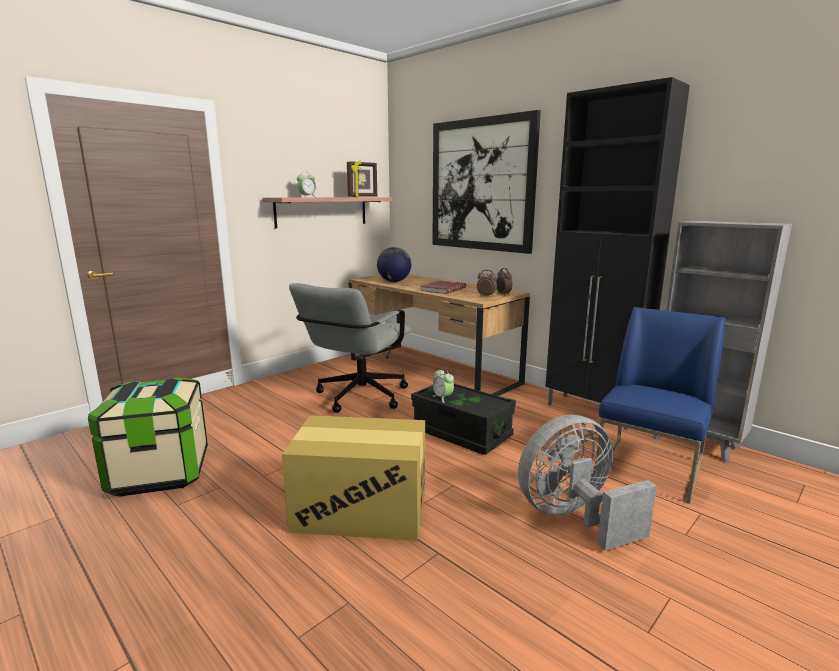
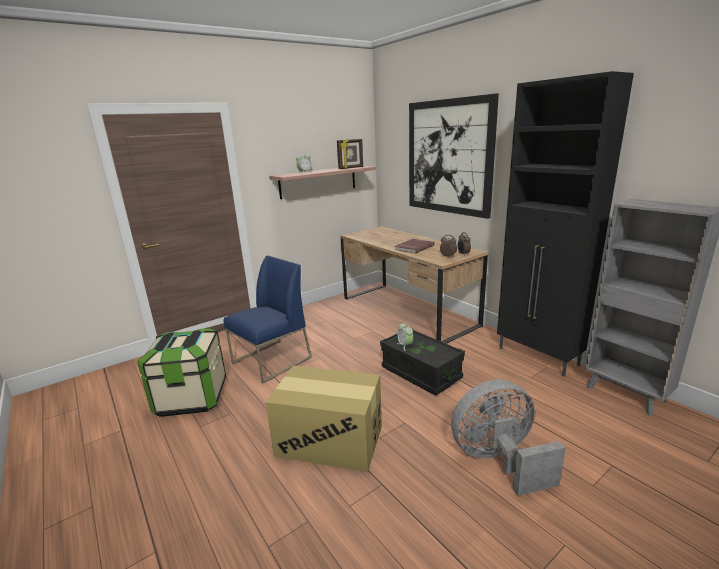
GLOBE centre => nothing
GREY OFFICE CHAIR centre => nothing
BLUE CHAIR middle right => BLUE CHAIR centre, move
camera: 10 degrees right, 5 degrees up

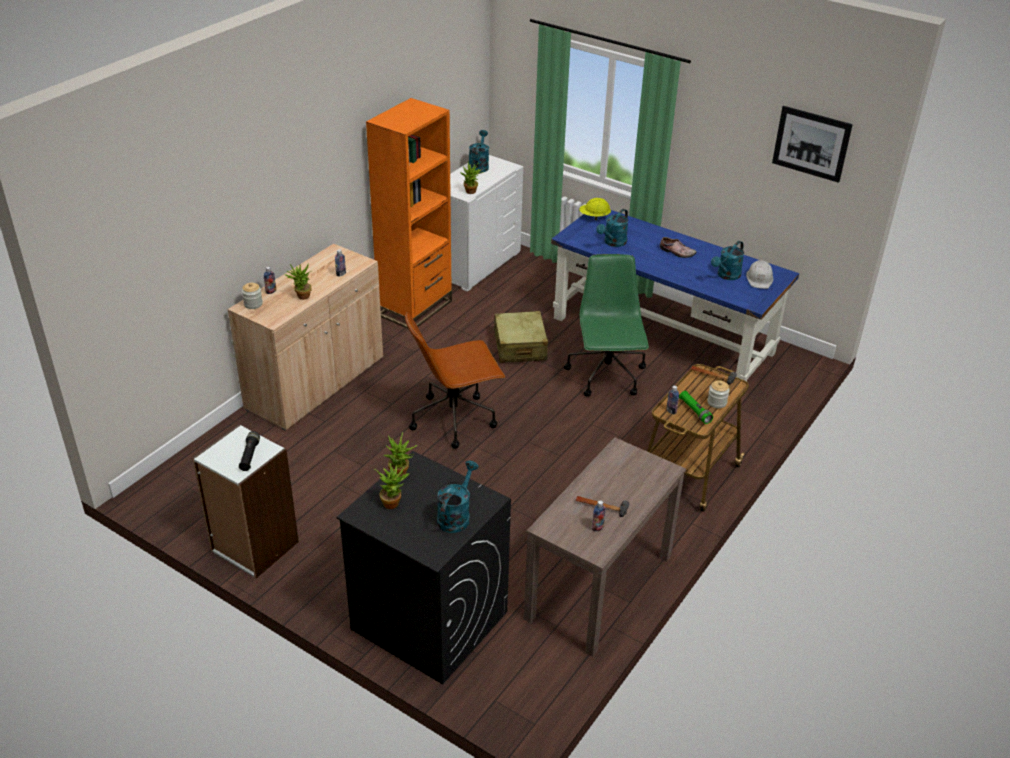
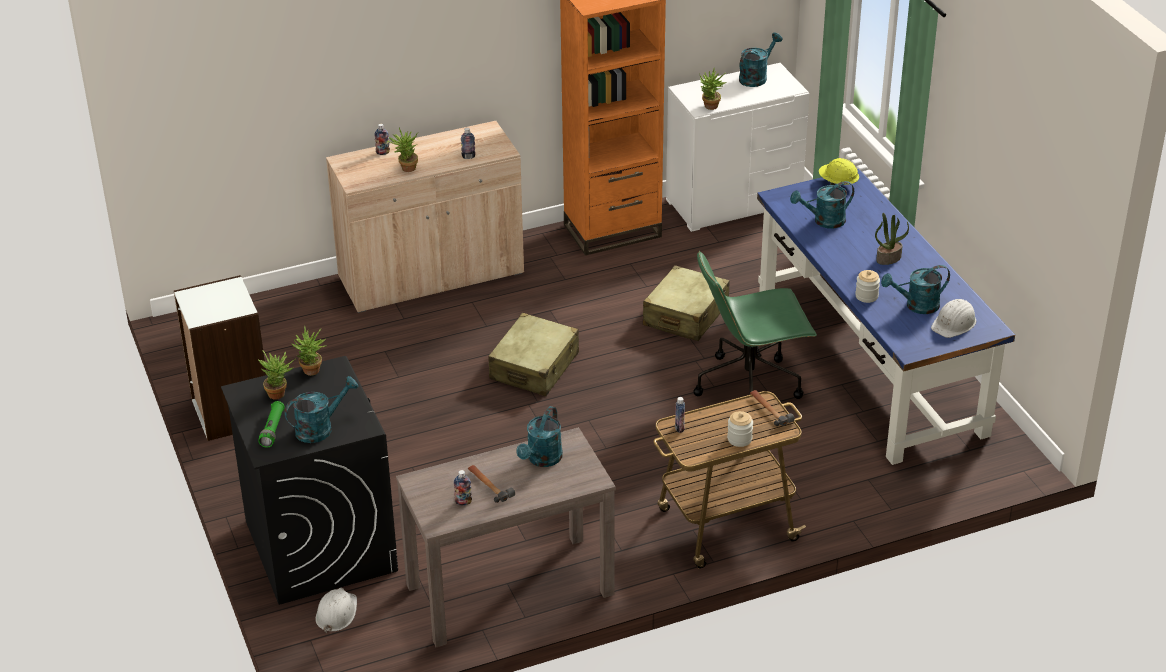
PICTURE top right => nothing
SHOE top right => POTTED PLANT (5th from left) middle right
GREEN OFFICE CHAIR centre, 135 degrees counterclockwise
JAR (1st from left in the first image) middle left => JAR (2nd from left) middle right, move
BROWN OFFICE CHAIR centre => BEIGE SUITCASE (1st from left) centre
GREEN FLASHLIGHT middle right => GREEN FLASHLIGHT middle left, move
BLACK FLASHLIGHT middle left => nothing
nothing => TURQUOISE WATERING CAN (2nd from left) centre
nothing => WHITE HARD HAT (1st from left) bottom left
camera: 35 degrees right, 0 degrees up

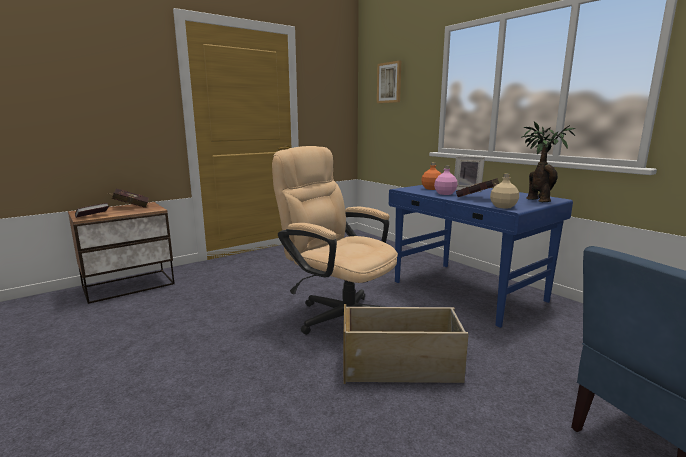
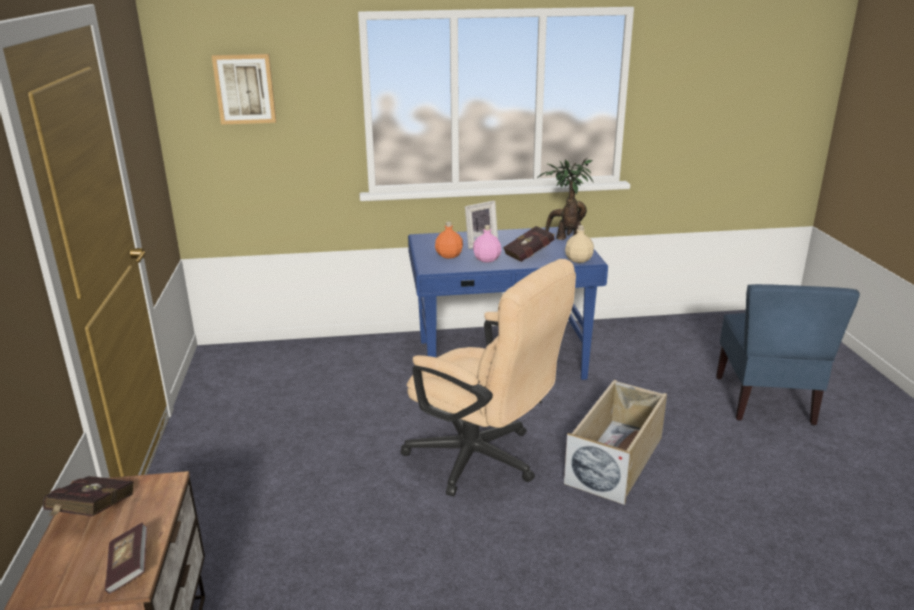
BEIGE OFFICE CHAIR centre, 120 degrees counterclockwise
camera: 60 degrees left, 10 degrees up

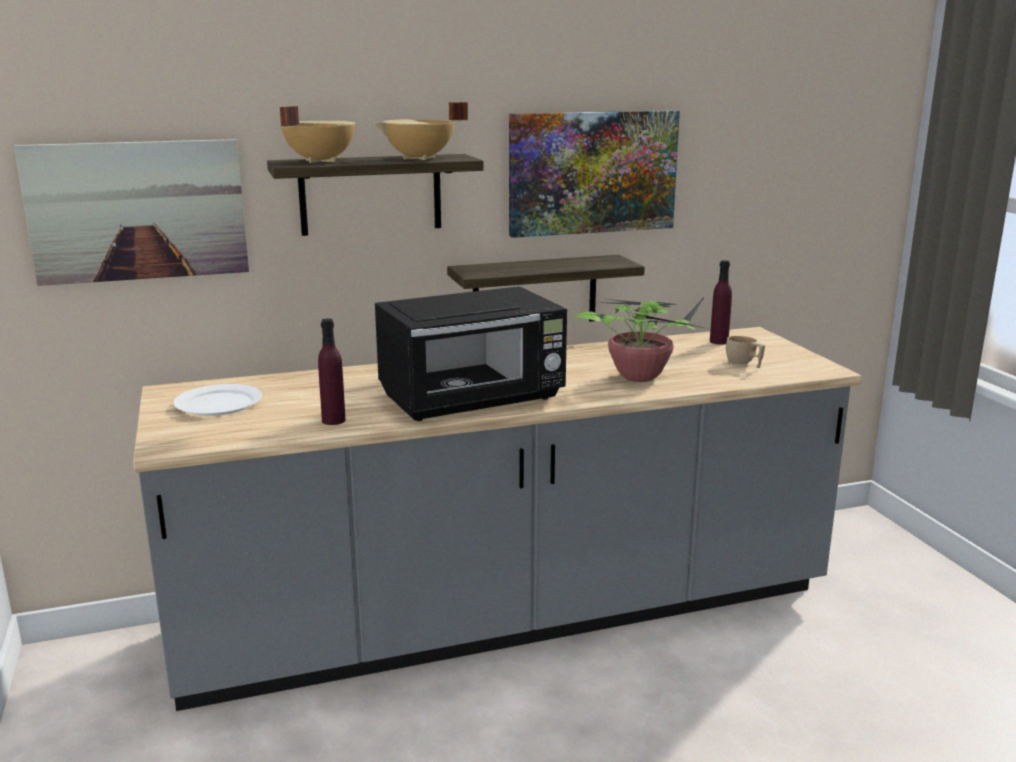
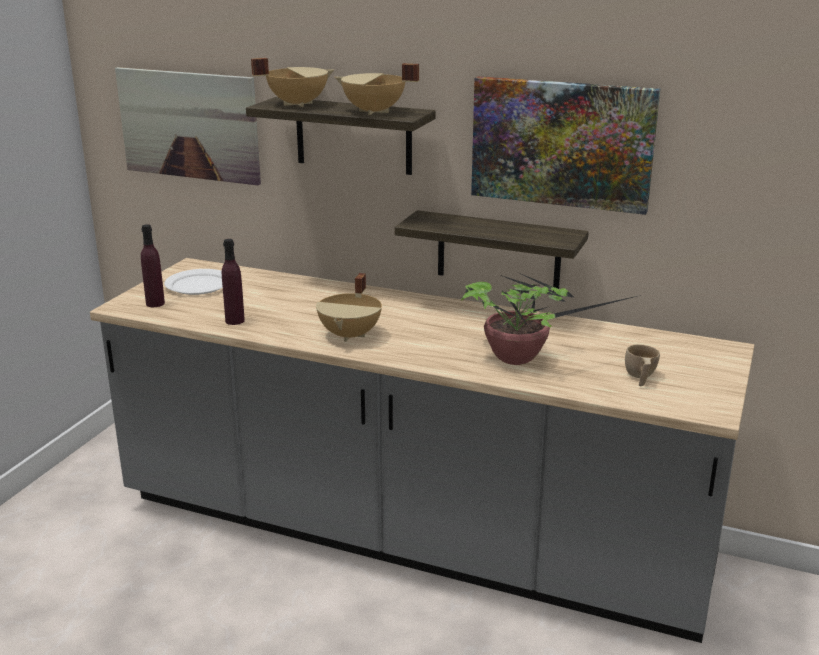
PURPLE BOTTLE (2nd from left in the first image) middle right => PURPLE BOTTLE (1st from left) middle left, move
BLACK MICROWAVE centre => BEIGE COOKING POT (2nd from left) centre
camera: 40 degrees right, 5 degrees up

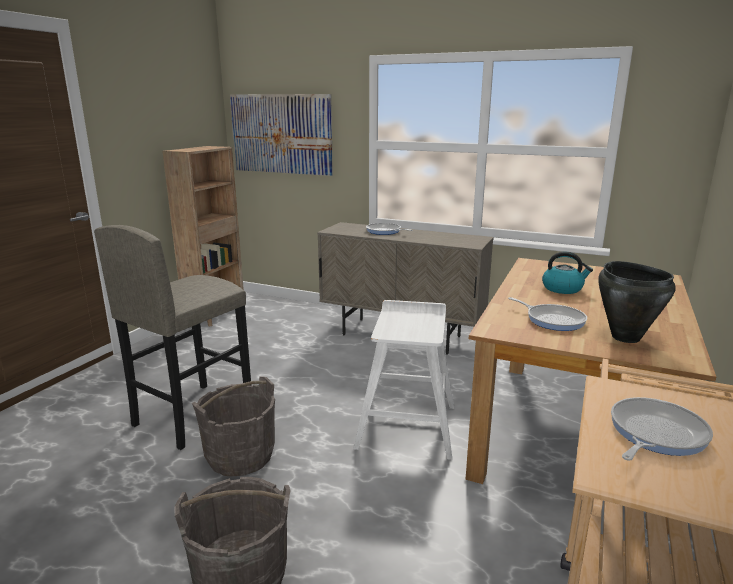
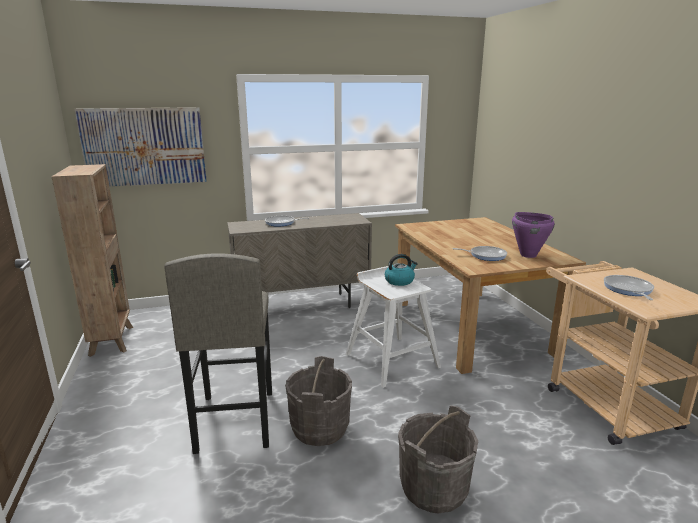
KETTLE middle right => KETTLE centre, move
BLACK COOKING POT middle right => PURPLE COOKING POT middle right
camera: 40 degrees left, 0 degrees up

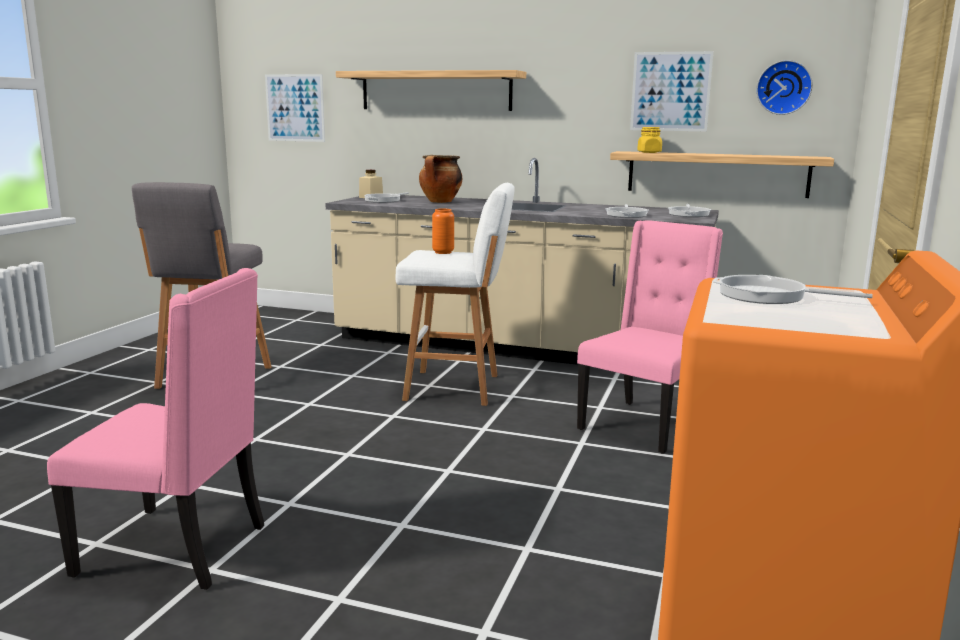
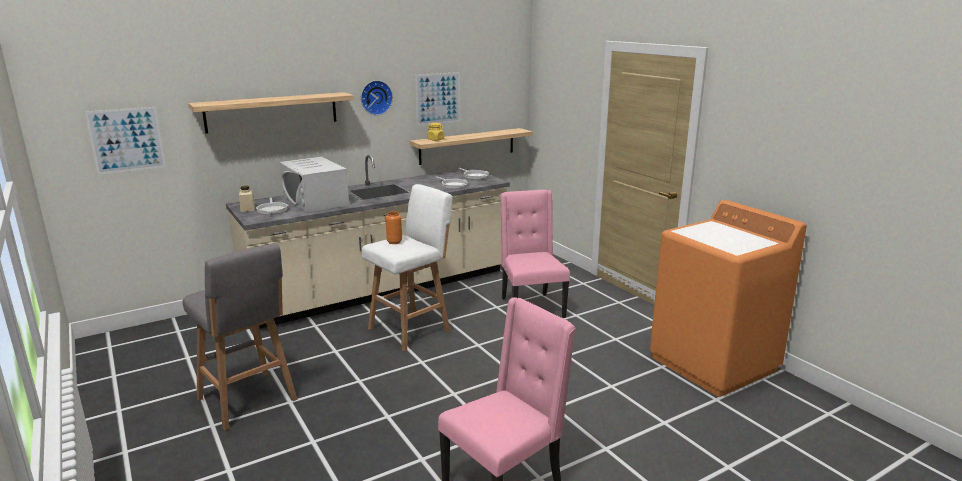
WALL CLOCK top right => WALL CLOCK top centre, move
COOKING POT top centre => WHITE MICROWAVE middle left
FRYING PAN (4th from left) middle right => nothing
camera: 50 degrees left, 5 degrees up

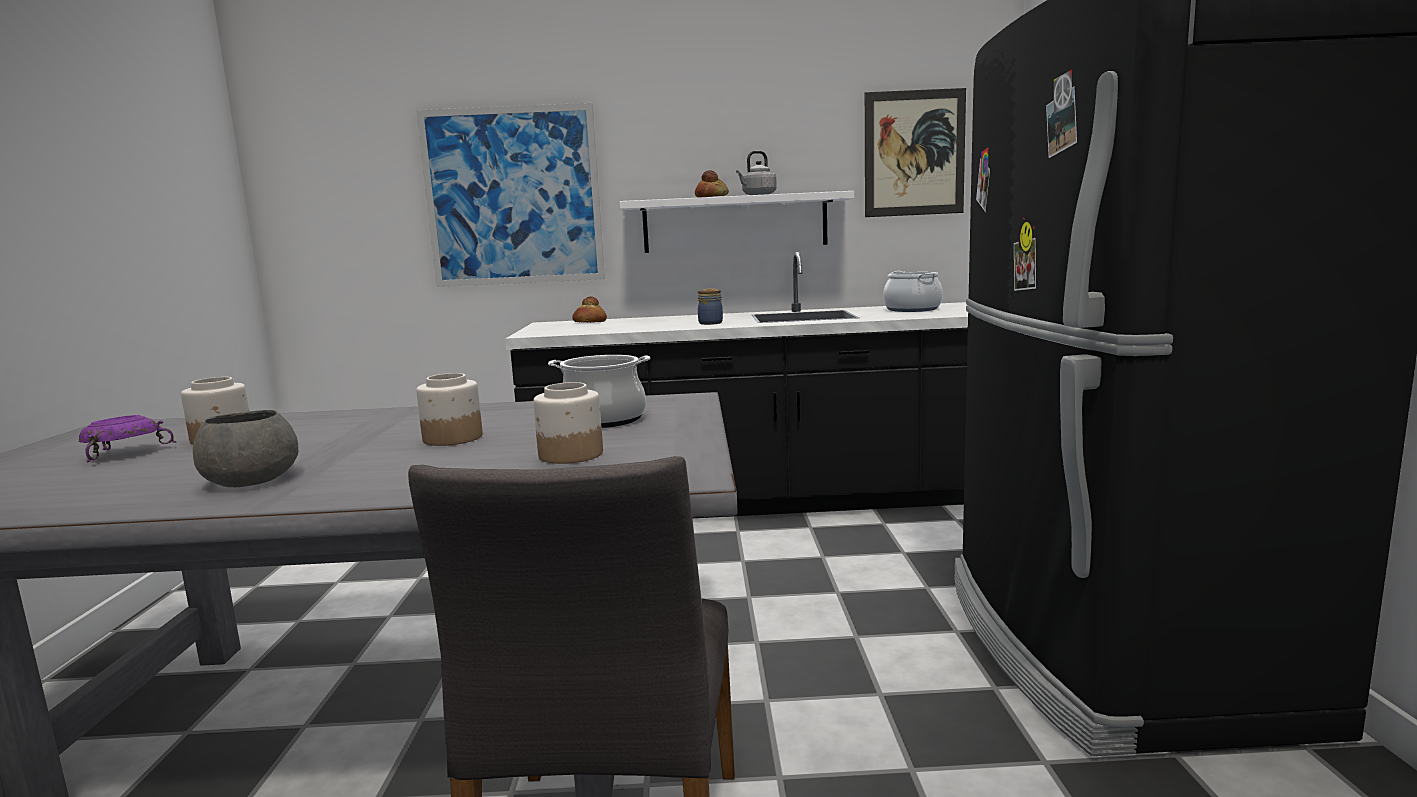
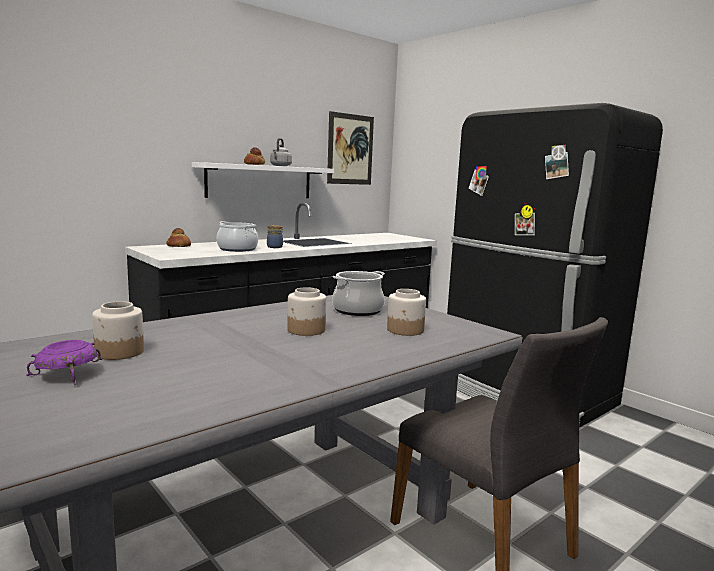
PICTURE (1st from left) top centre => nothing
COOKING POT (2nd from left in the first image) centre => COOKING POT (1st from left) middle left, move
GREY BOWL middle left => nothing
camera: 40 degrees left, 0 degrees up

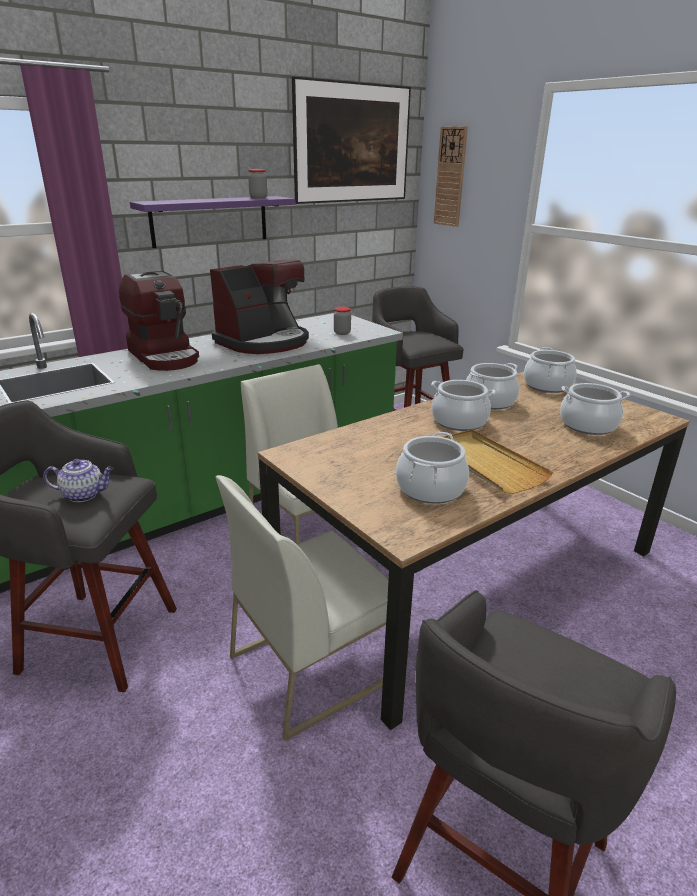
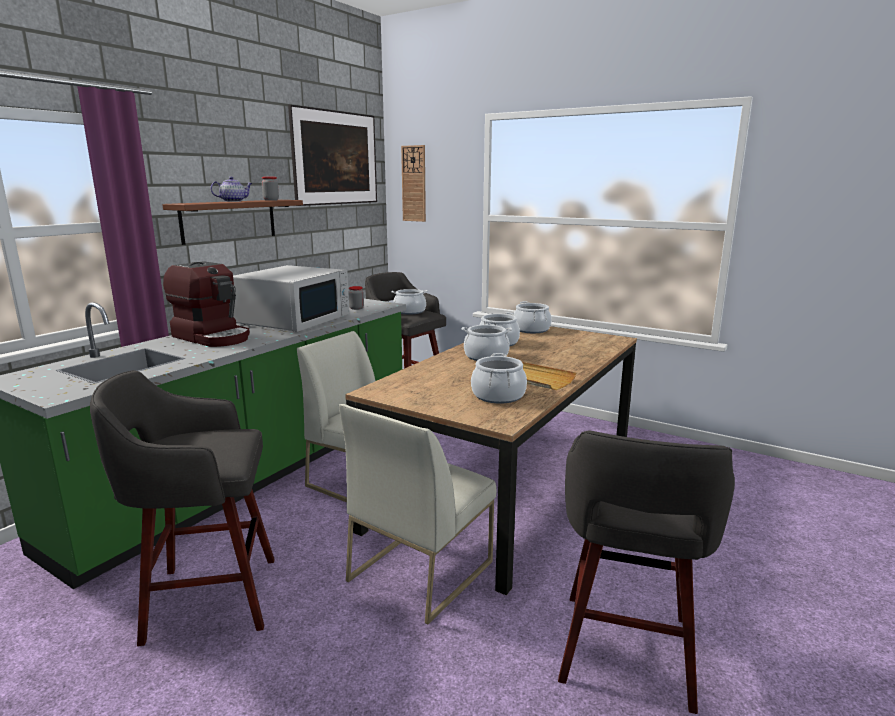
PURPLE SHELF top left => BROWN SHELF top left
COFFEE MACHINE (2nd from left) centre => WHITE MICROWAVE middle left
COOKING POT (5th from left in the first image) middle right => COOKING POT (1st from left) centre, move
TEAPOT middle left => TEAPOT top left, move
camera: 20 degrees left, 10 degrees down

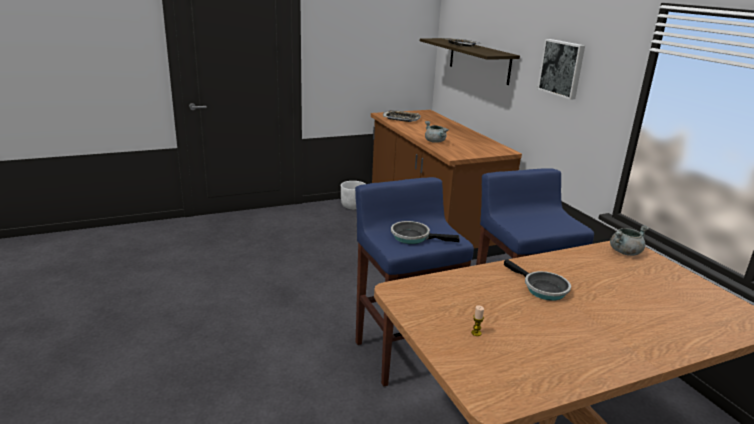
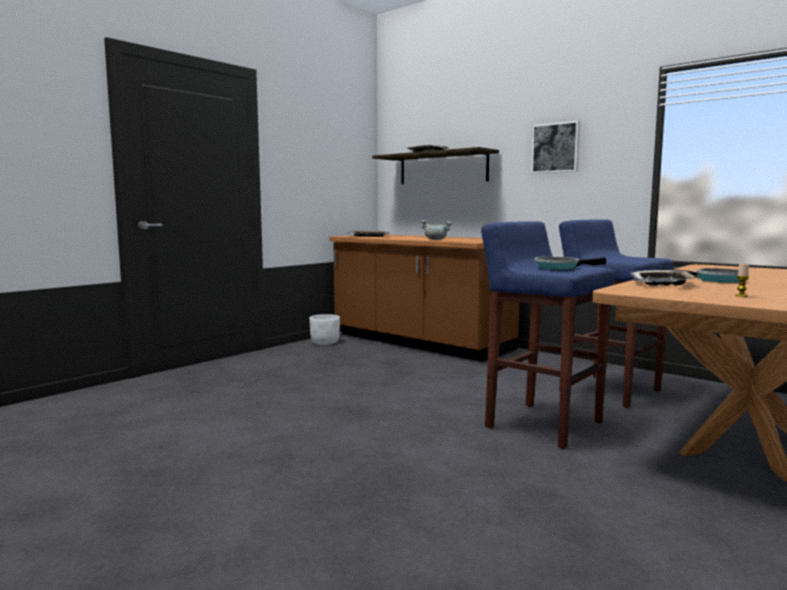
GREY COOKING POT (2nd from left) middle right => nothing
nothing => TRAY (3rd from left) middle right
camera: 25 degrees left, 15 degrees down

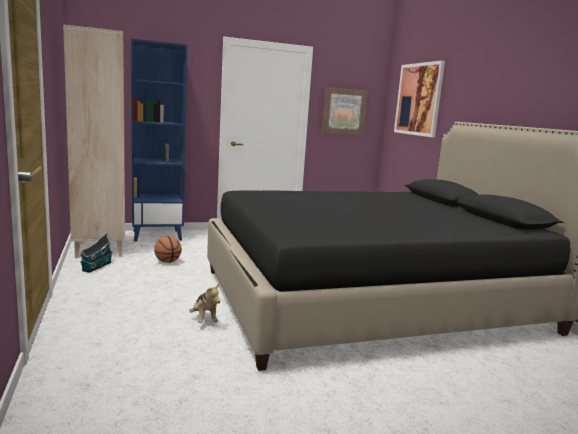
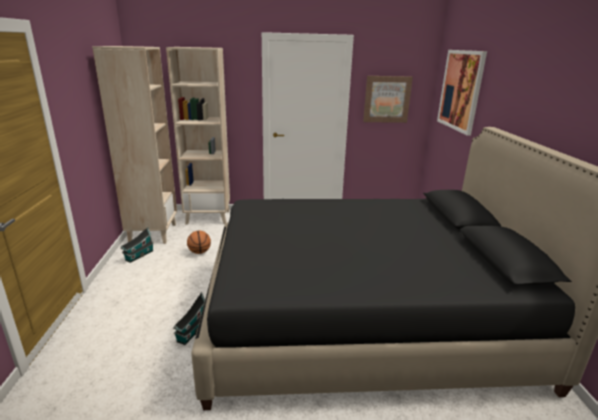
BLUE BOOKCASE top left => BEIGE BOOKCASE (2nd from left) top left
PLUSH TOY bottom centre => TOY HOUSE (2nd from left) bottom left
camera: 15 degrees right, 10 degrees up

